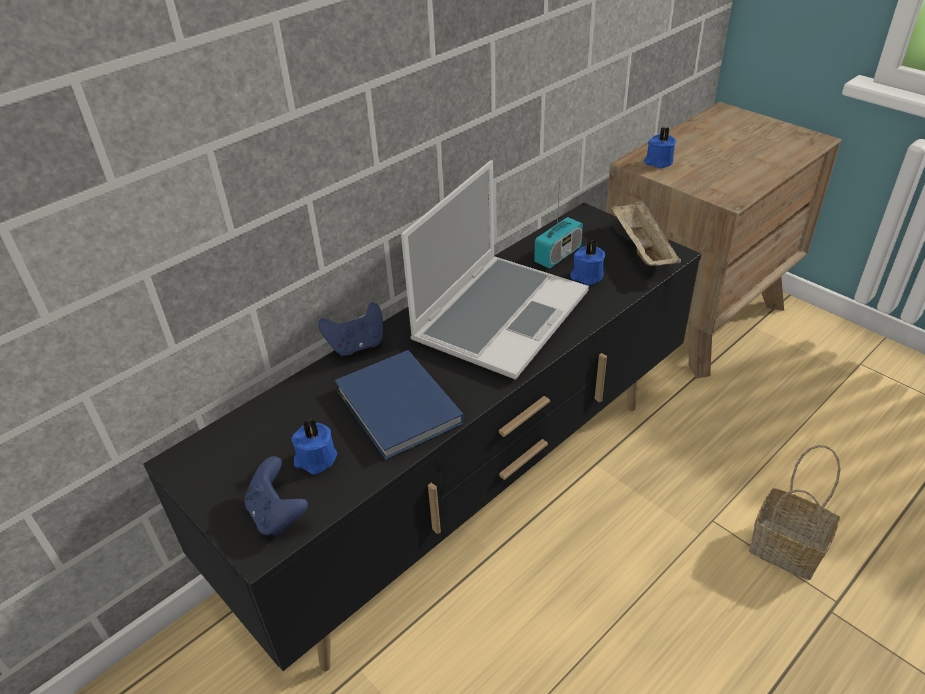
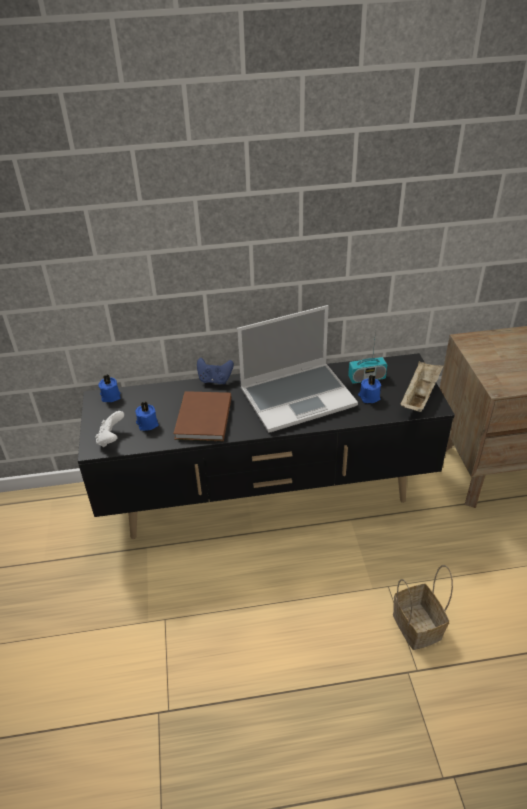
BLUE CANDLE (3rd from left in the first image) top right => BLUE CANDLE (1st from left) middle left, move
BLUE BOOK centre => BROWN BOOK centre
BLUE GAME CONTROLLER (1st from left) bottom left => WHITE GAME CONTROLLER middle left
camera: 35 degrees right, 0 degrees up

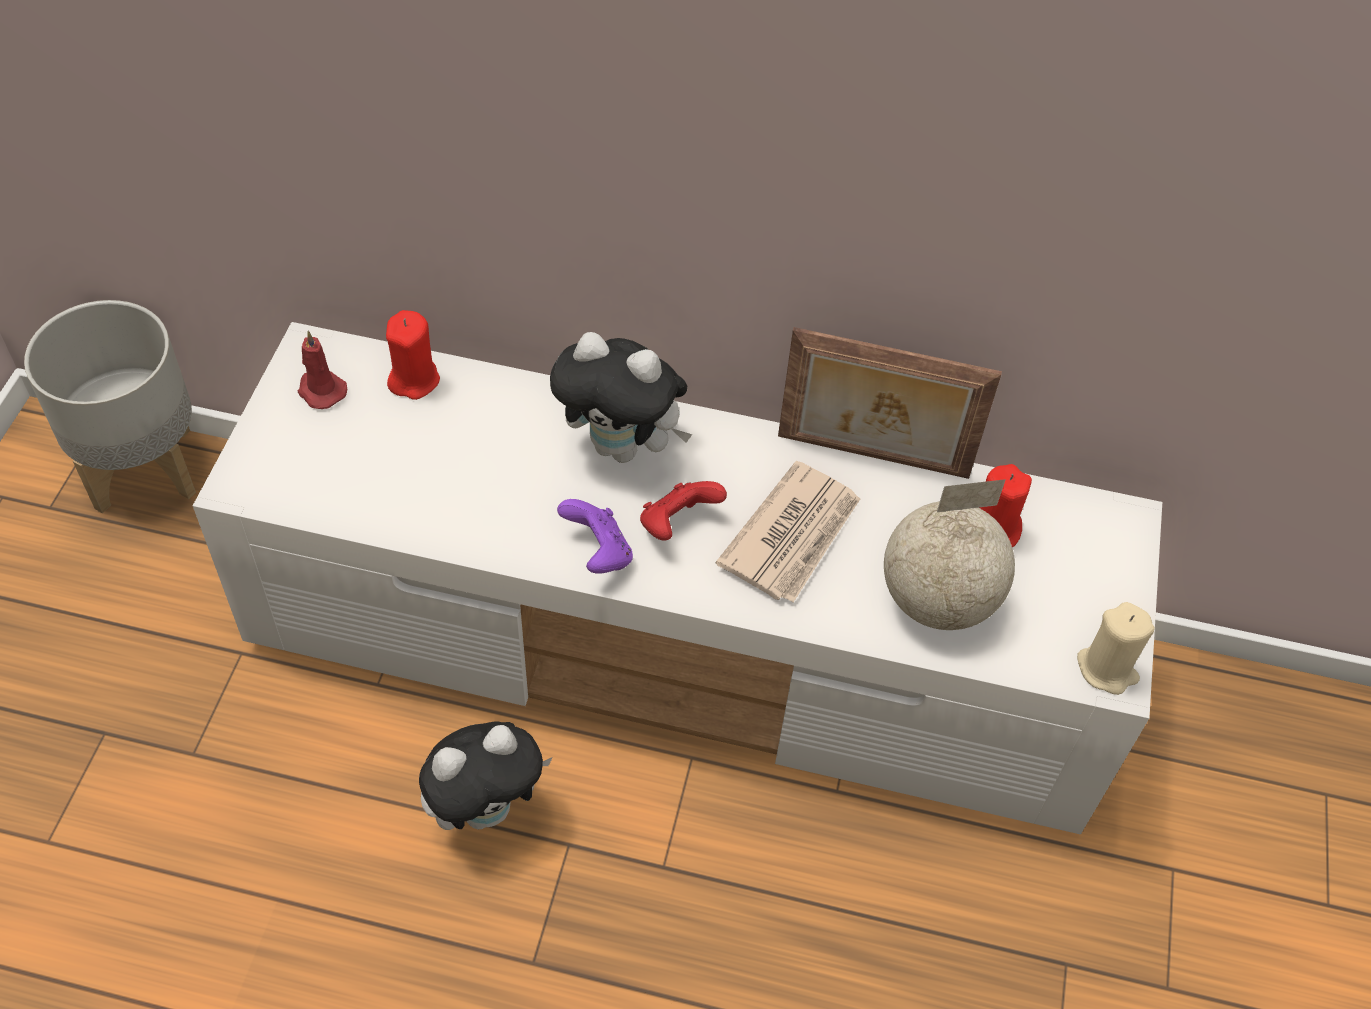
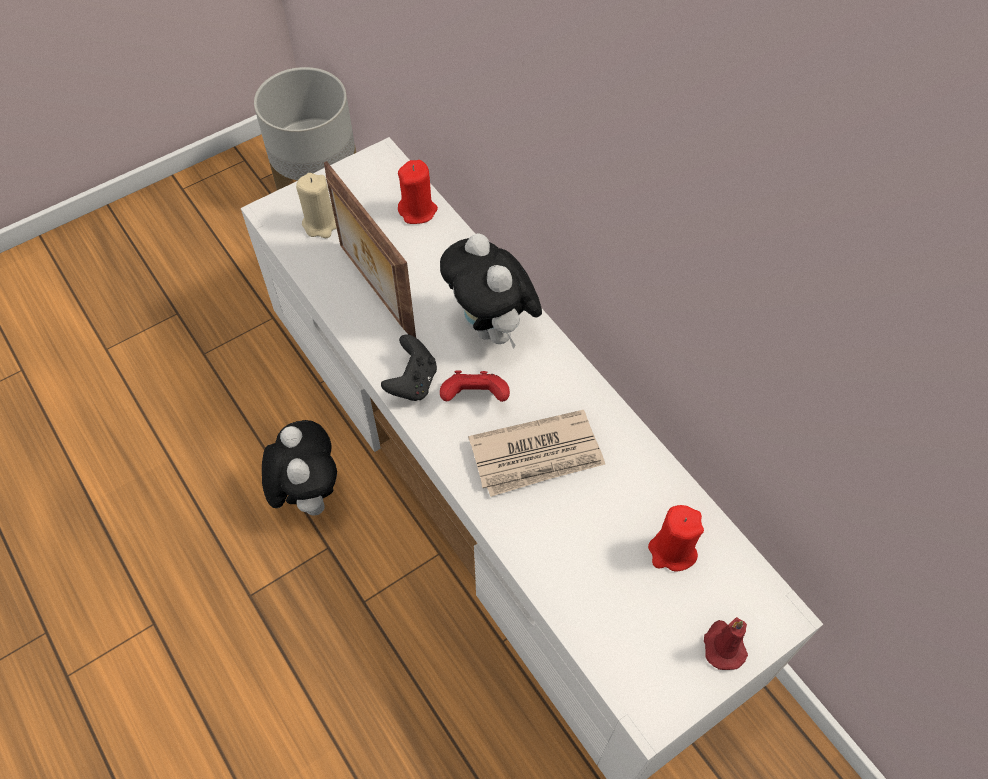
PICTURE FRAME centre => PICTURE FRAME top centre, move
RED CANDLE (1st from left in the first image) middle left => RED CANDLE (3rd from left) bottom right, move
GLOBE middle right => nothing
PURPLE GAME CONTROLLER centre => BLACK GAME CONTROLLER centre
BEIGE CANDLE middle right => BEIGE CANDLE top left, move
PLUSH TOY (1st from left) bottom centre => PLUSH TOY (1st from left) middle left, 120 degrees counterclockwise
camera: 45 degrees right, 5 degrees up

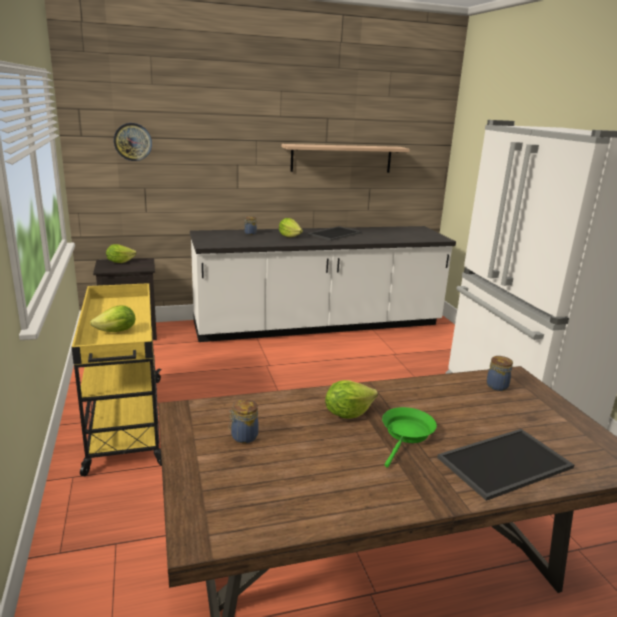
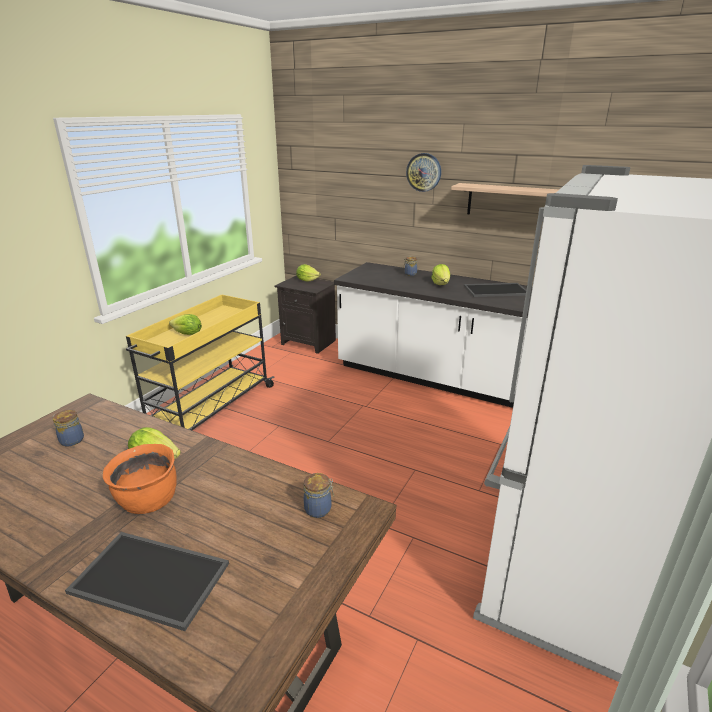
WALL CLOCK top left => WALL CLOCK top centre, move
GREEN FRYING PAN bottom centre => ORANGE COOKING POT bottom left
camera: 45 degrees right, 5 degrees up

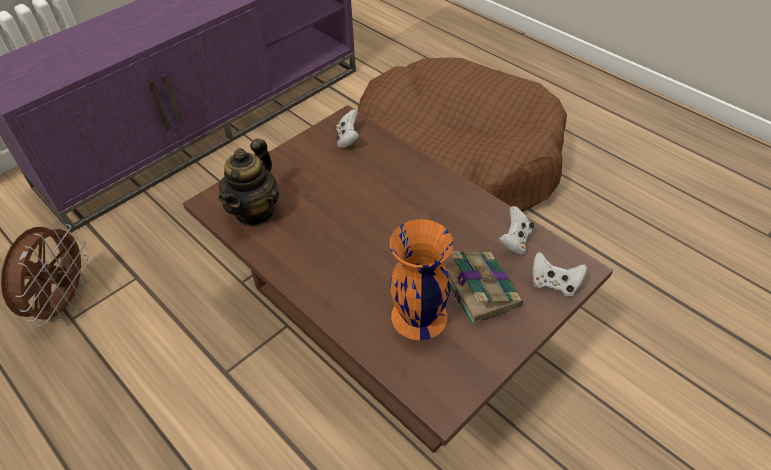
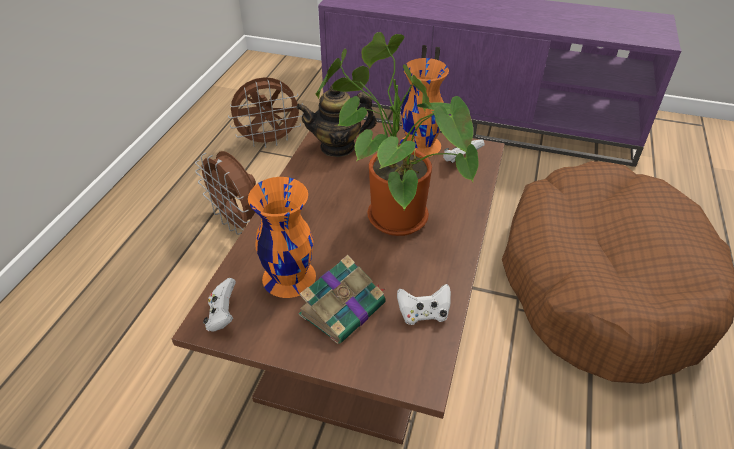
WHITE GAME CONTROLLER (3rd from left in the first image) middle right => WHITE GAME CONTROLLER (1st from left) bottom left, move
nothing => POTTED PLANT top centre
nothing => ORANGE VASE (2nd from left) top centre
nothing => BROWN FAN (1st from left) middle left
camera: 60 degrees right, 5 degrees down

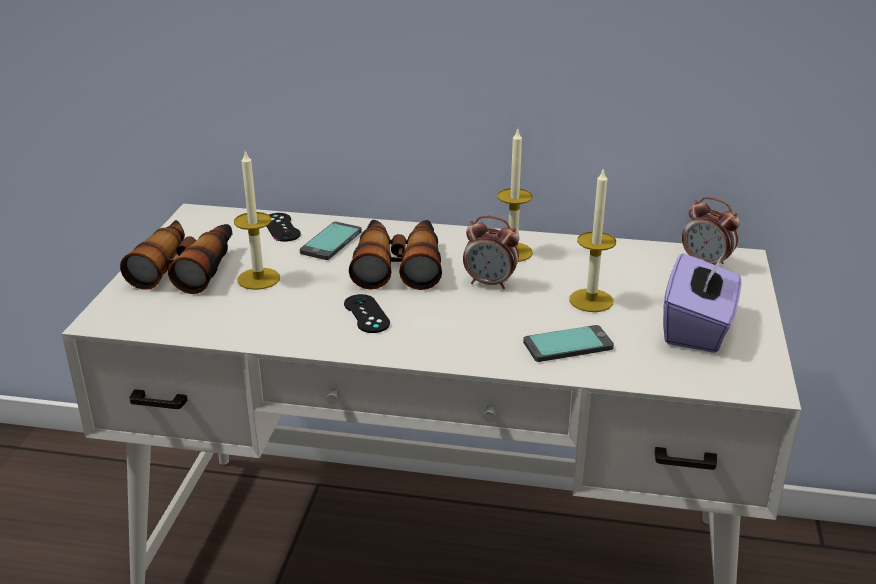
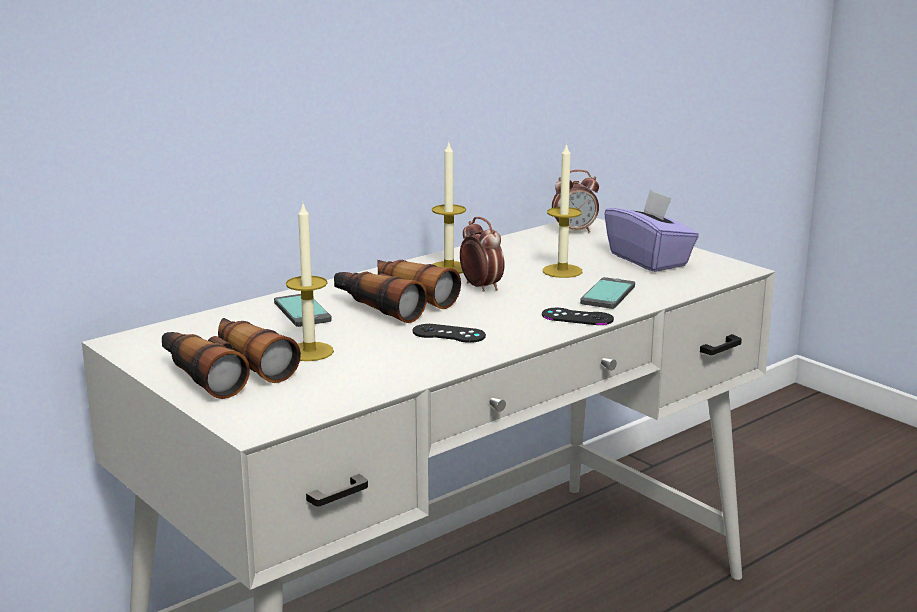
BLACK GAME CONTROLLER (1st from left in the first image) middle left => BLACK GAME CONTROLLER (2nd from left) centre, move
ALARM CLOCK (1st from left) centre, 90 degrees counterclockwise
camera: 50 degrees left, 10 degrees down

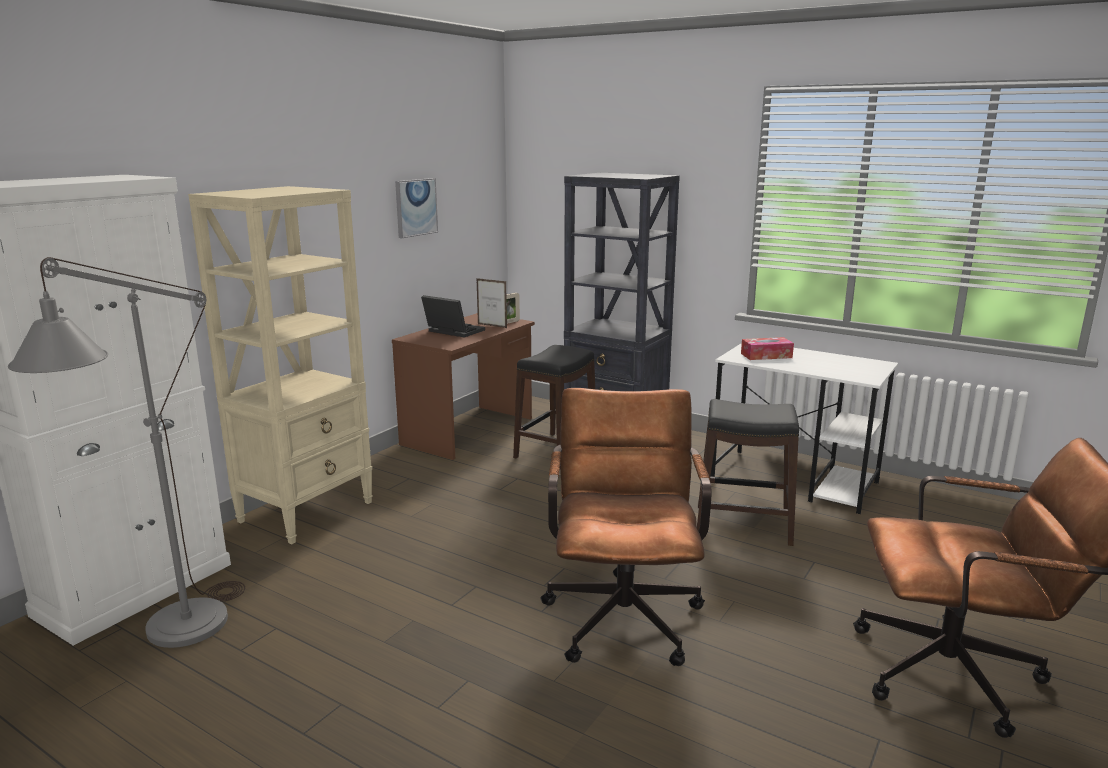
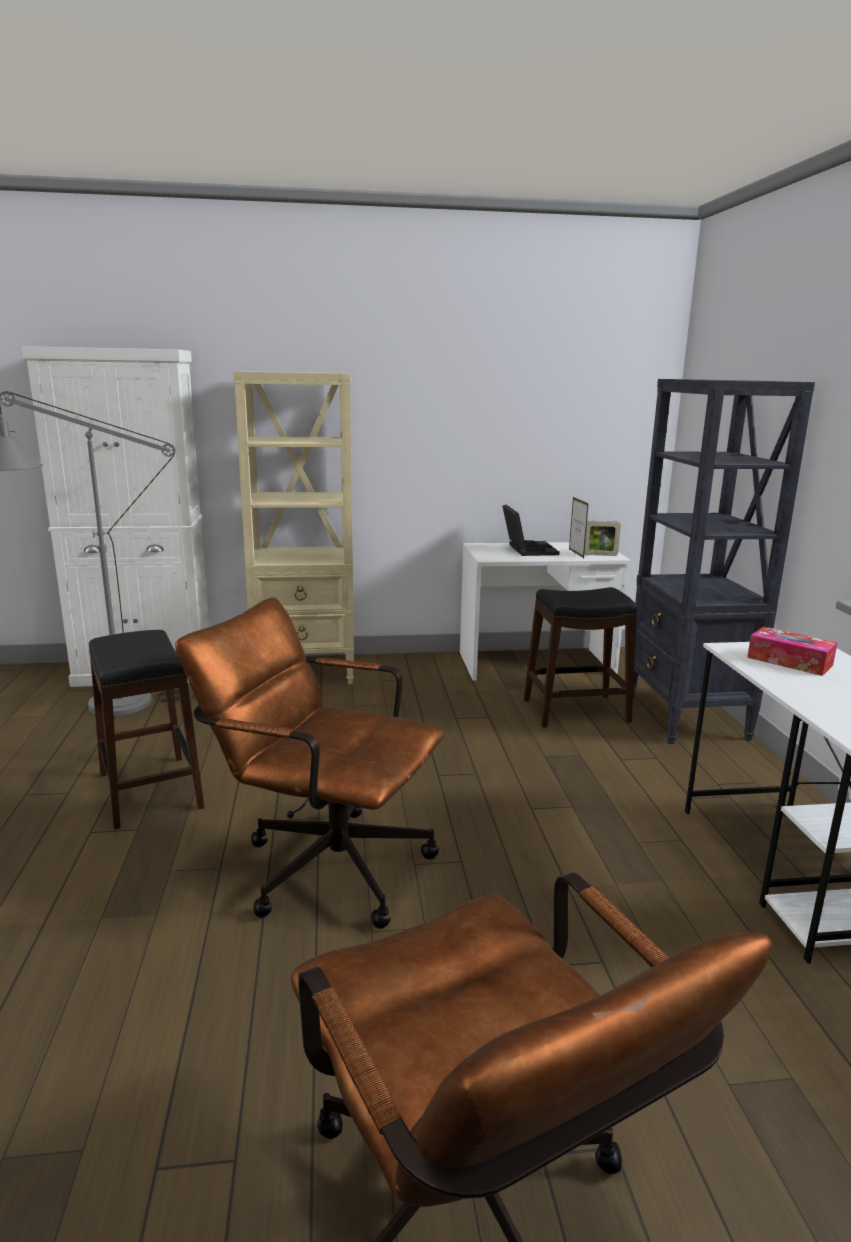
PICTURE top centre => nothing
BROWN DESK centre => WHITE DESK (1st from left) centre
BROWN OFFICE CHAIR (1st from left) bottom centre => BROWN OFFICE CHAIR (1st from left) centre, 120 degrees counterclockwise
BLACK STOOL (2nd from left in the first image) middle right => BLACK STOOL (1st from left) middle left, move
camera: 50 degrees right, 0 degrees up

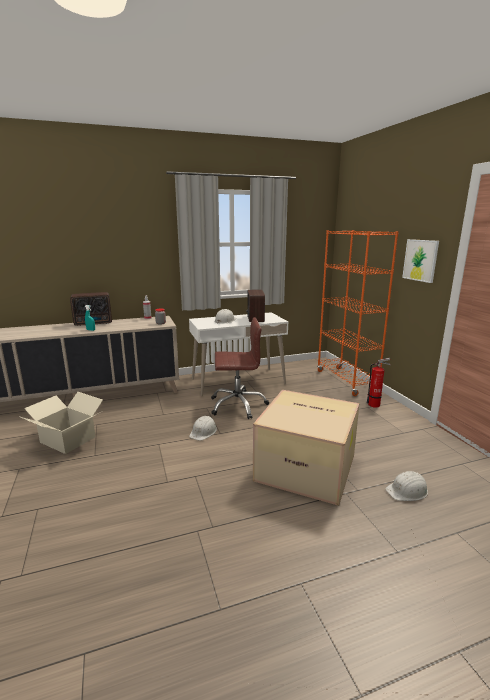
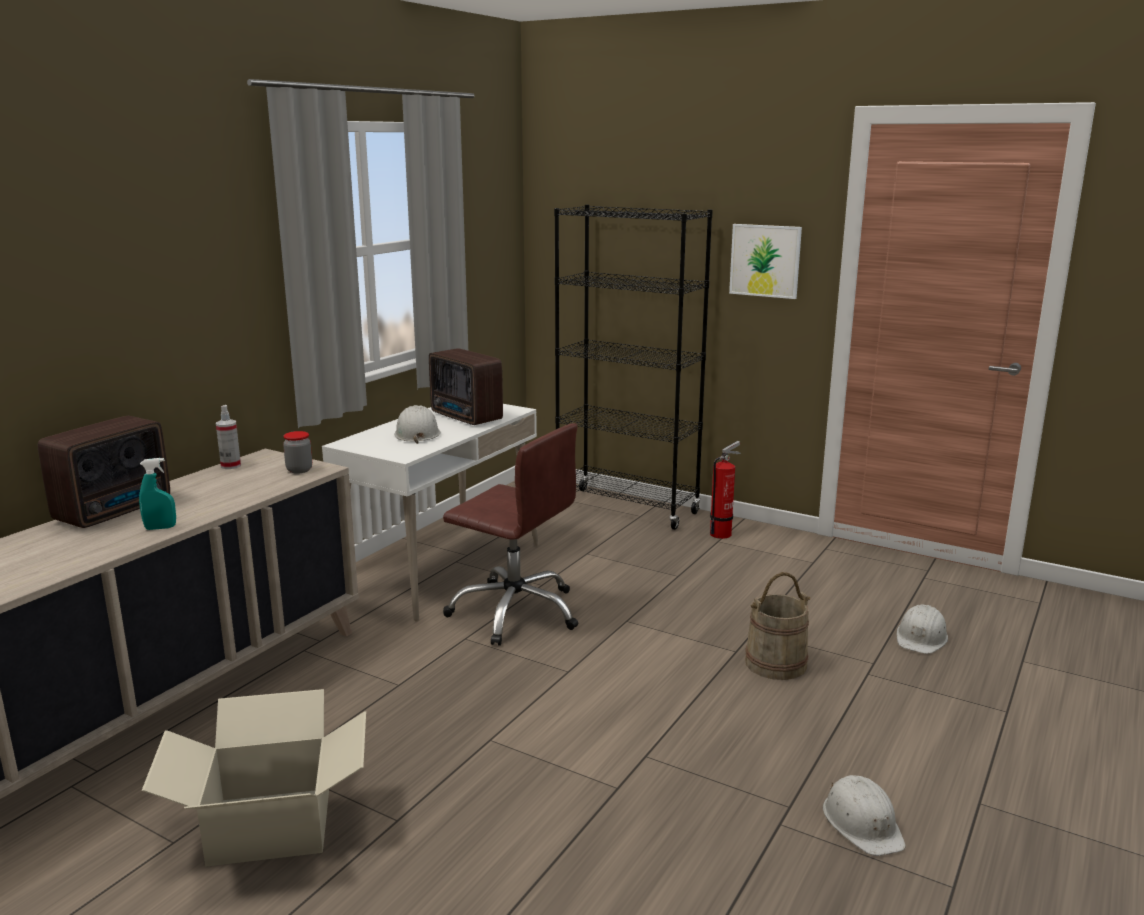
ORANGE BOOKCASE middle right => BLACK BOOKCASE centre
BROWN OFFICE CHAIR centre, 75 degrees clockwise
CARDBOARD BOX (2nd from left) centre => BEIGE BUCKET bottom right
WHITE HARD HAT (1st from left in the first image) centre => WHITE HARD HAT (2nd from left) bottom right, move
camera: 40 degrees left, 0 degrees up

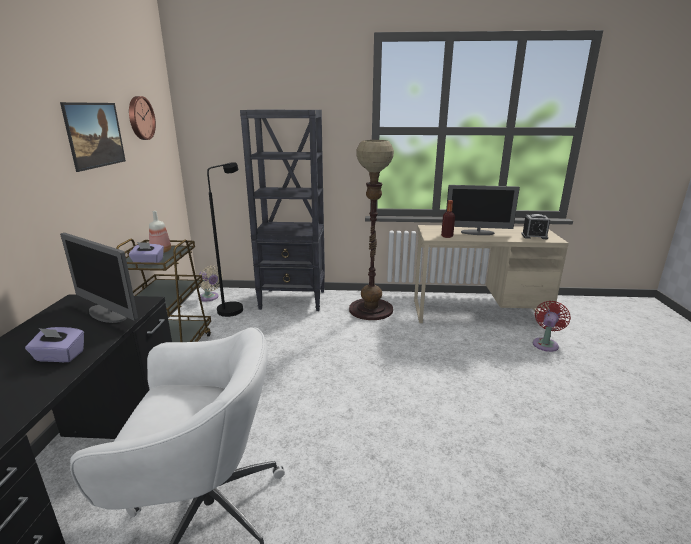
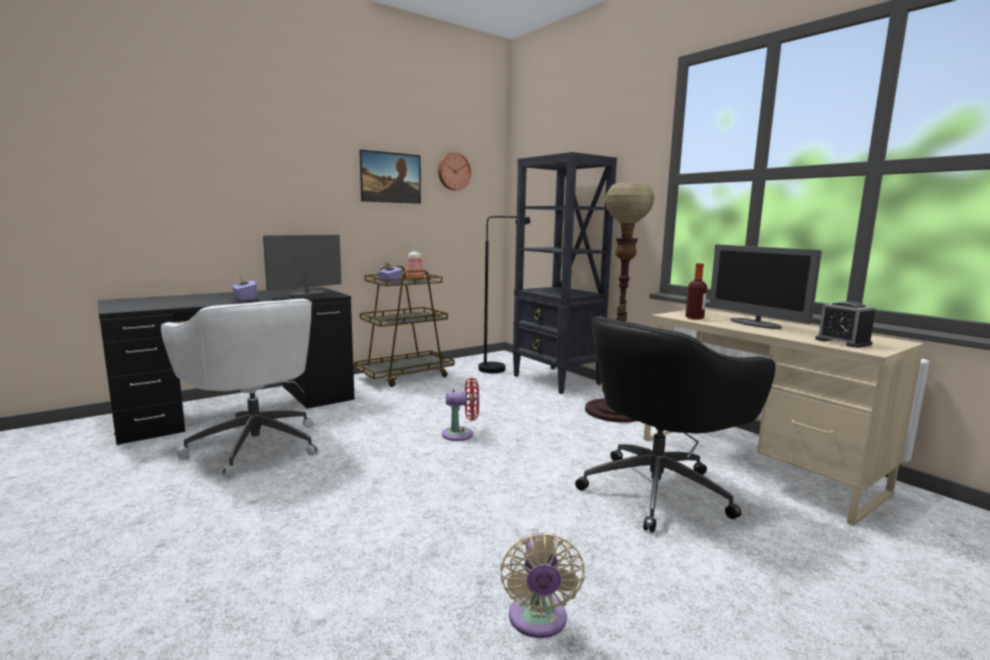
MONITOR (1st from left) middle left, 45 degrees clockwise
BEIGE FAN middle left => BEIGE FAN bottom centre, move
RED FAN middle right => RED FAN centre, move
nothing => BLACK OFFICE CHAIR middle right
camera: 50 degrees right, 10 degrees down

